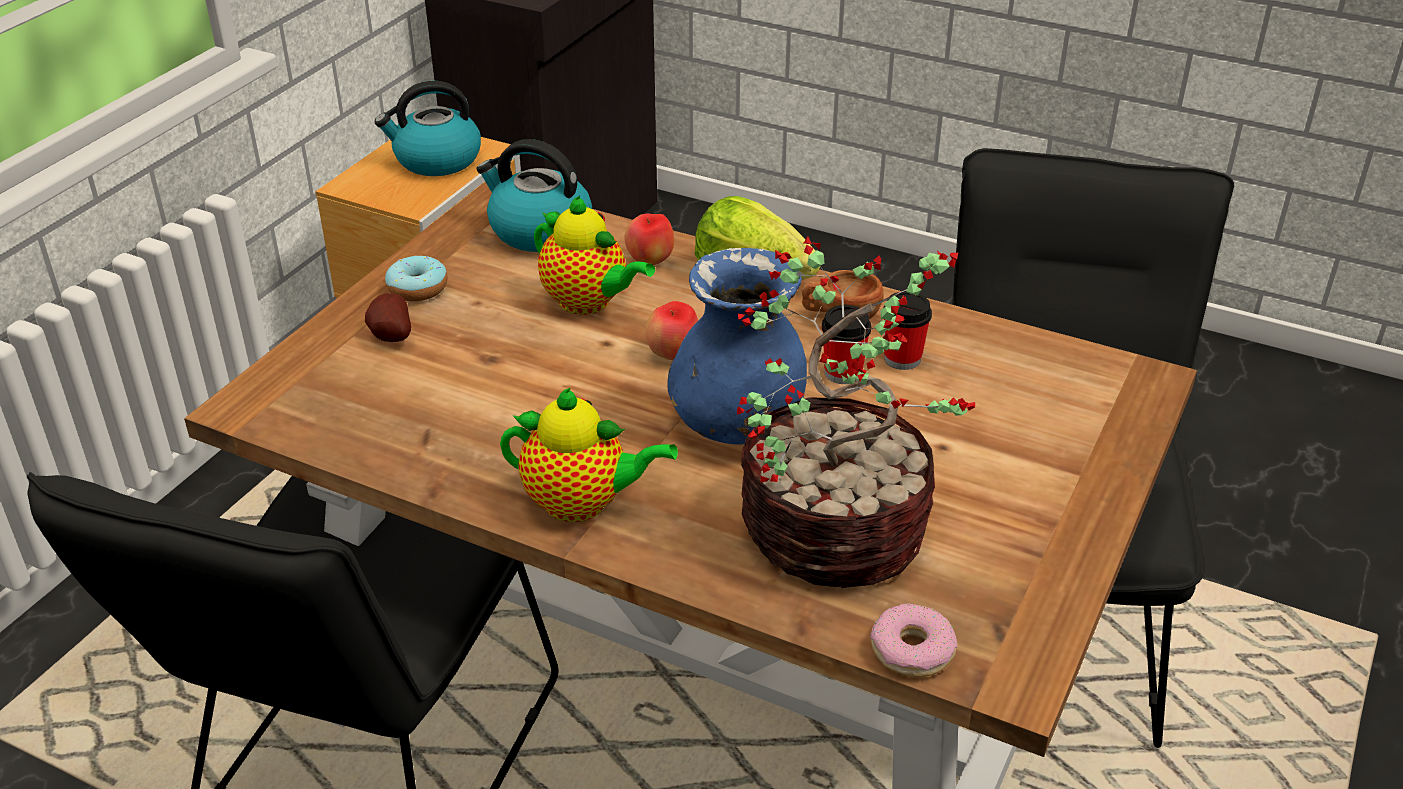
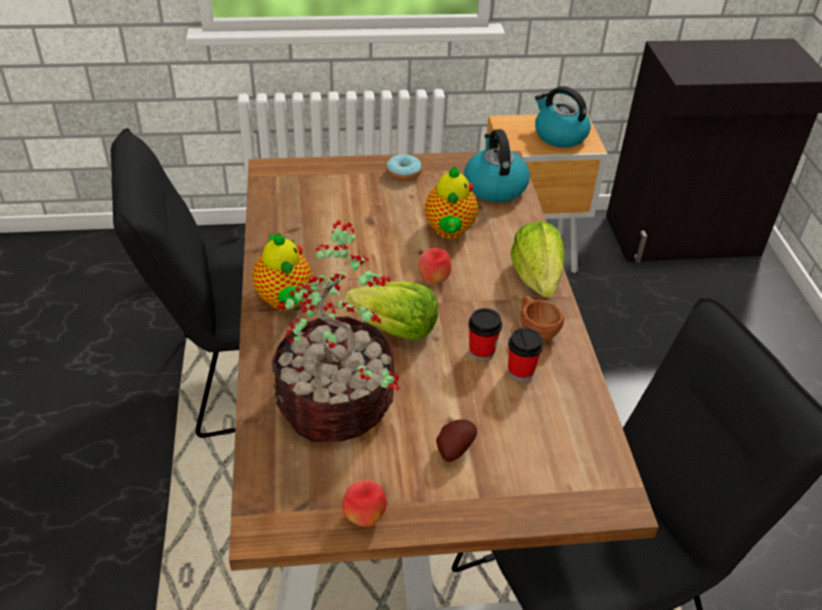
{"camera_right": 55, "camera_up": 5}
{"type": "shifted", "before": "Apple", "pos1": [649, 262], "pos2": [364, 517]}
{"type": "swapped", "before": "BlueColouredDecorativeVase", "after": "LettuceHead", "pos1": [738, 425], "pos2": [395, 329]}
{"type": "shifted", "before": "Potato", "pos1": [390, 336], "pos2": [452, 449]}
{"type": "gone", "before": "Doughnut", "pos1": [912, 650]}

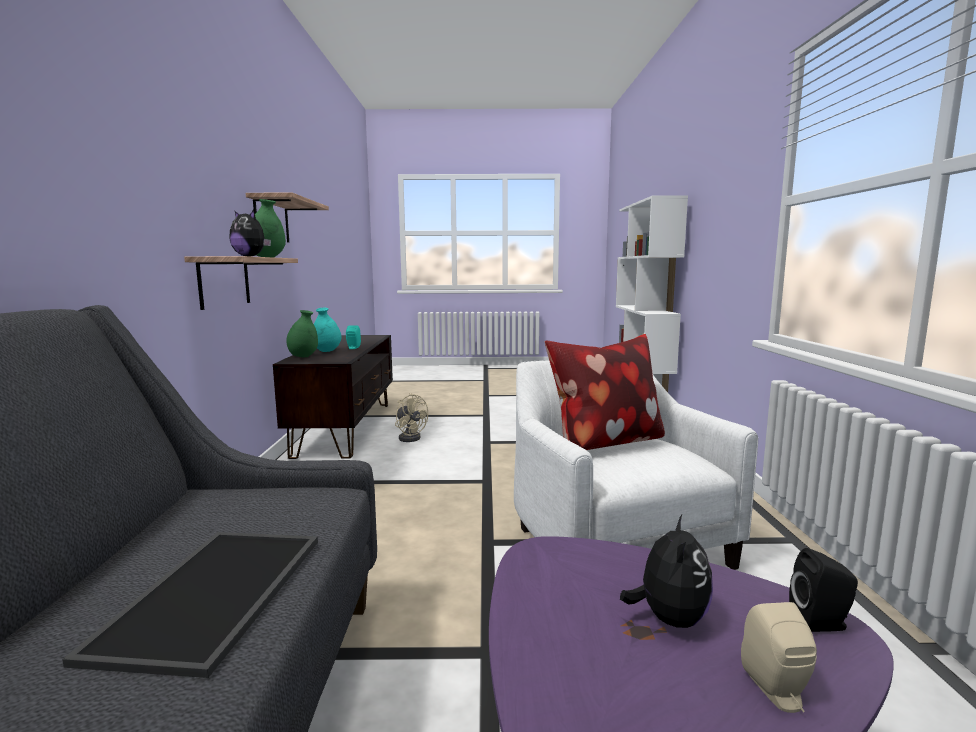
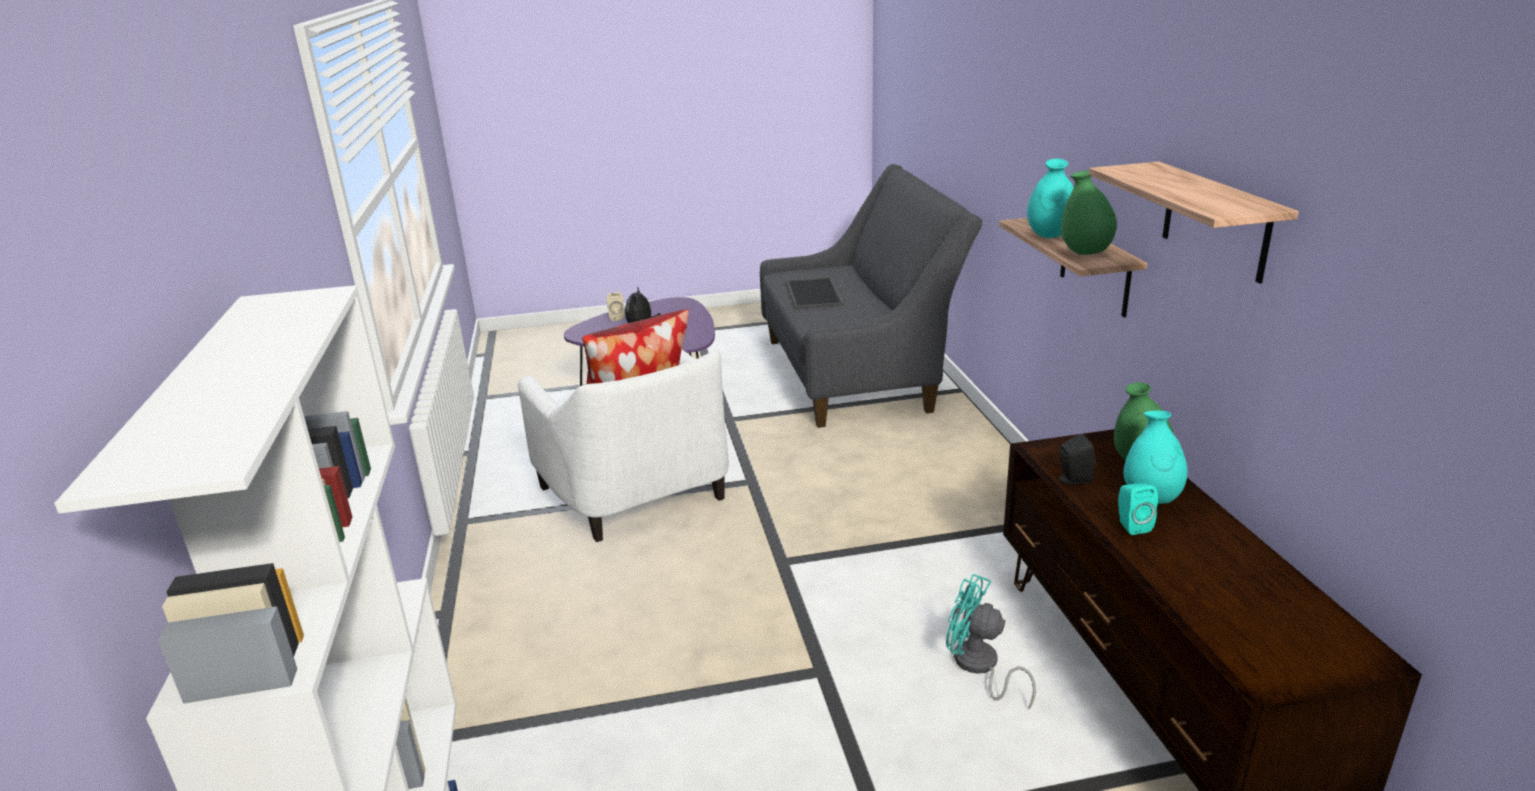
{"camera_right": 170, "camera_up": 15}
{"type": "swapped", "before": "SoftToy", "after": "BlueGreenDecorativeVase", "pos1": [250, 256], "pos2": [1050, 235]}
{"type": "repainted", "before": "SandColouredCoolingFan", "after": "BlueGreenCoolingFan", "pos1": [410, 437], "pos2": [979, 667]}
{"type": "shifted", "before": "BlackColouredLoudspeaker", "pos1": [822, 623], "pos2": [1072, 480]}

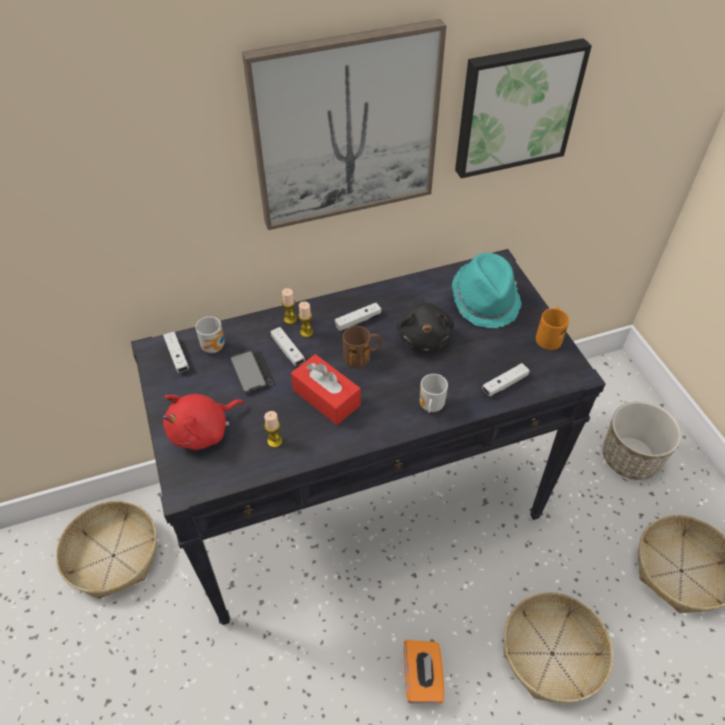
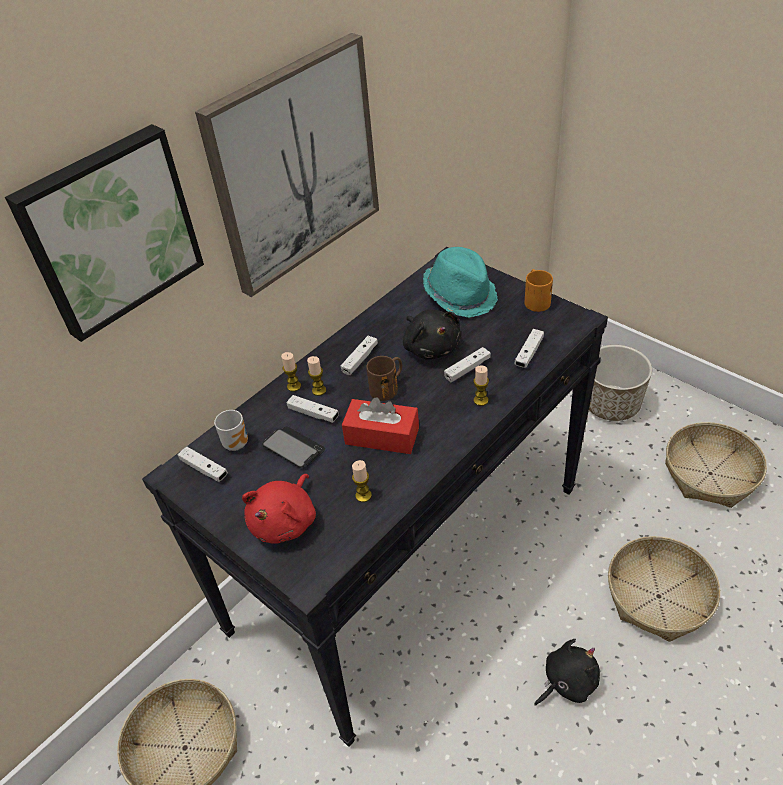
{"camera_right": -25, "camera_up": -5}
{"type": "shifted", "before": "Picture", "pos1": [516, 107], "pos2": [110, 231]}
{"type": "swapped", "before": "CoffeeMug", "after": "WaxCandle", "pos1": [429, 407], "pos2": [481, 400]}
{"type": "swapped", "before": "OrangeyTissueBox", "after": "BlackColouredSoftToy", "pos1": [422, 678], "pos2": [567, 682]}
{"type": "new", "after": "WhiteColouredGamepad", "pos2": [467, 369]}

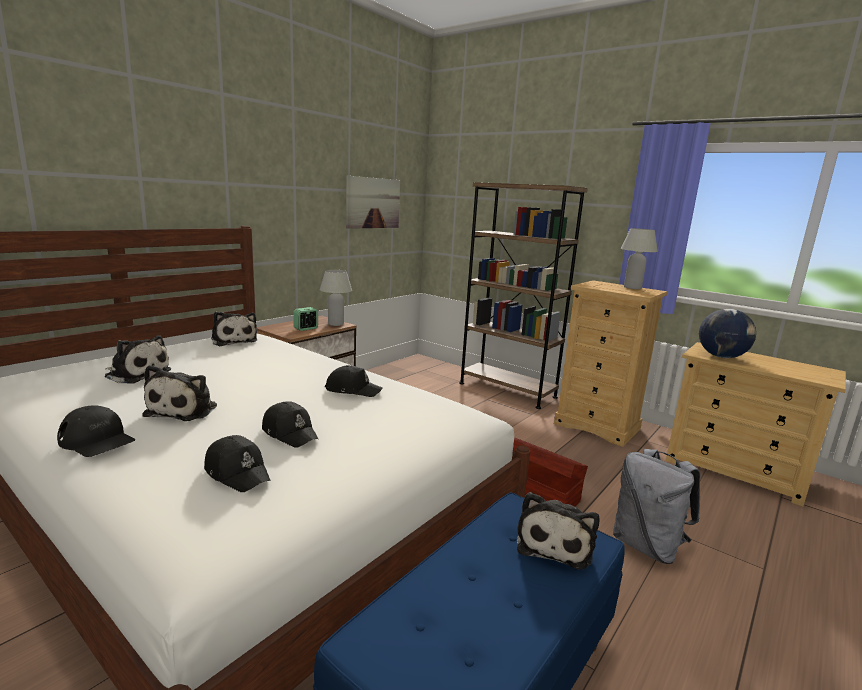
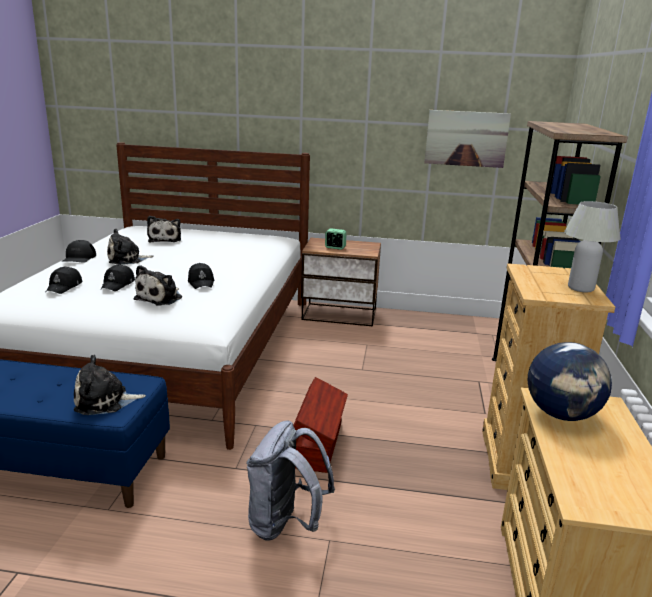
{"camera_right": 60, "camera_up": 5}
{"type": "gone", "before": "WhiteColouredLampForATable", "pos1": [335, 324]}
{"type": "shifted", "before": "SoftToy", "pos1": [233, 340], "pos2": [161, 298]}

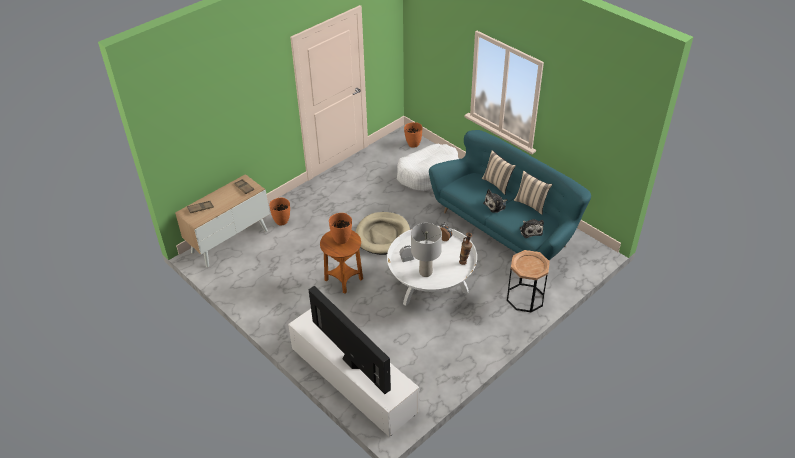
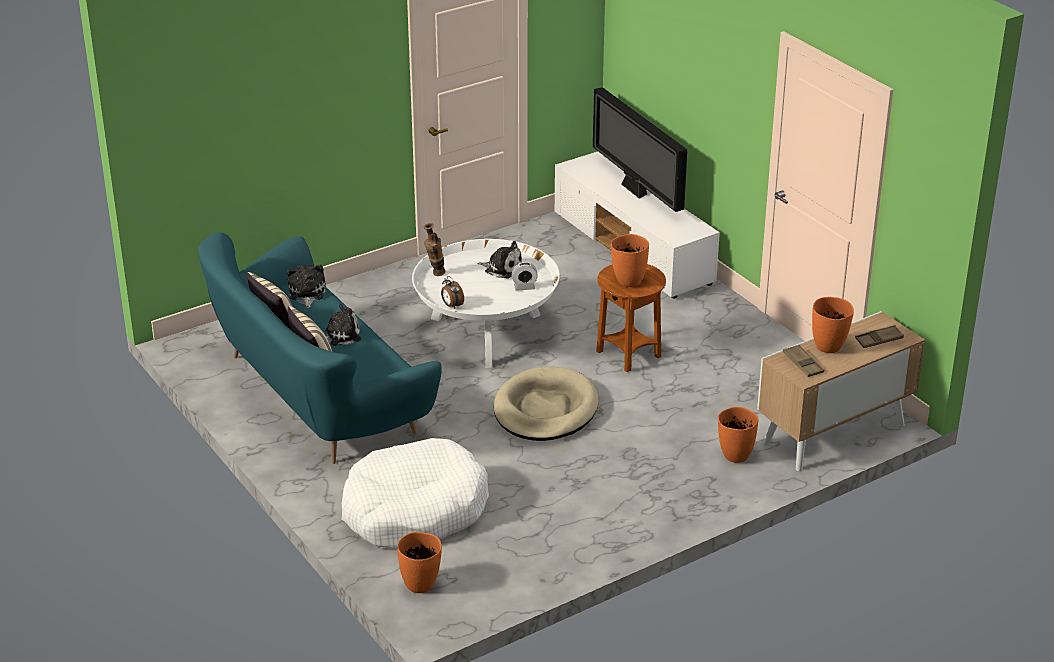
{"camera_right": -170, "camera_up": -10}
{"type": "swapped", "before": "GrayLampForATable", "after": "SoftToy", "pos1": [426, 272], "pos2": [502, 268]}
{"type": "gone", "before": "BrownishAccentTable", "pos1": [525, 298]}
{"type": "new", "after": "OrangeyDecorativeVase", "pos2": [829, 347]}

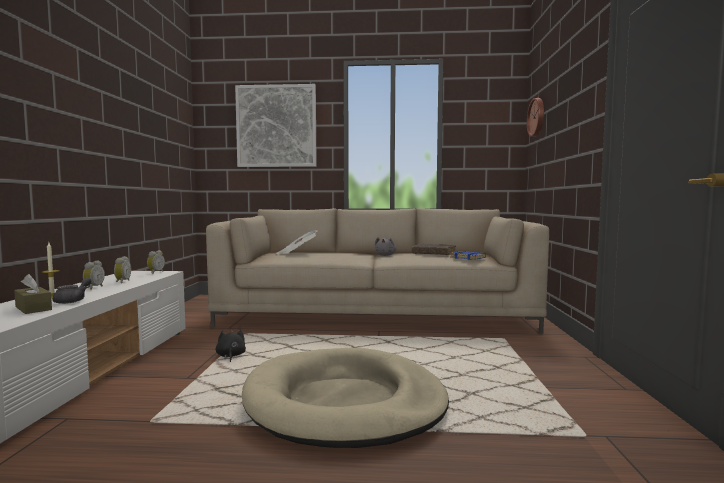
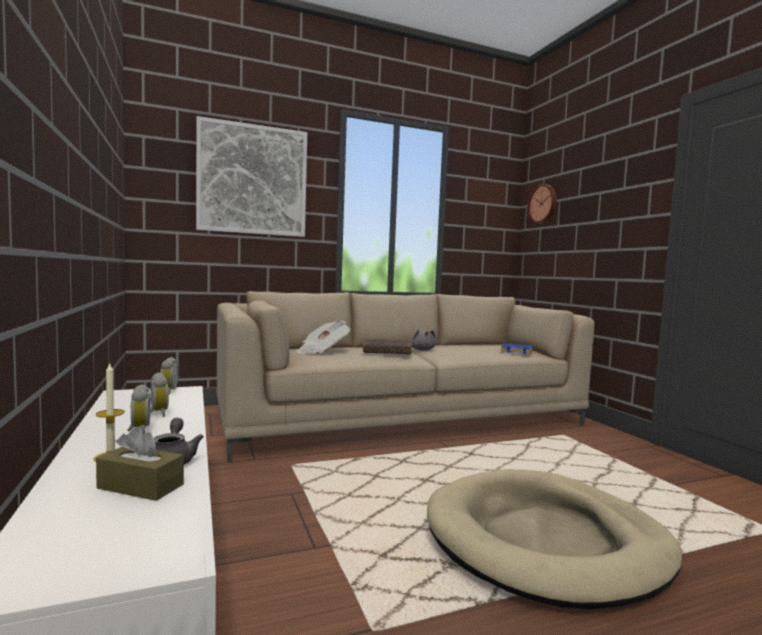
{"camera_right": -25, "camera_up": 0}
{"type": "shifted", "before": "BrownishBoundBook", "pos1": [433, 254], "pos2": [388, 353]}
{"type": "gone", "before": "BlackColouredSoftToy", "pos1": [230, 356]}

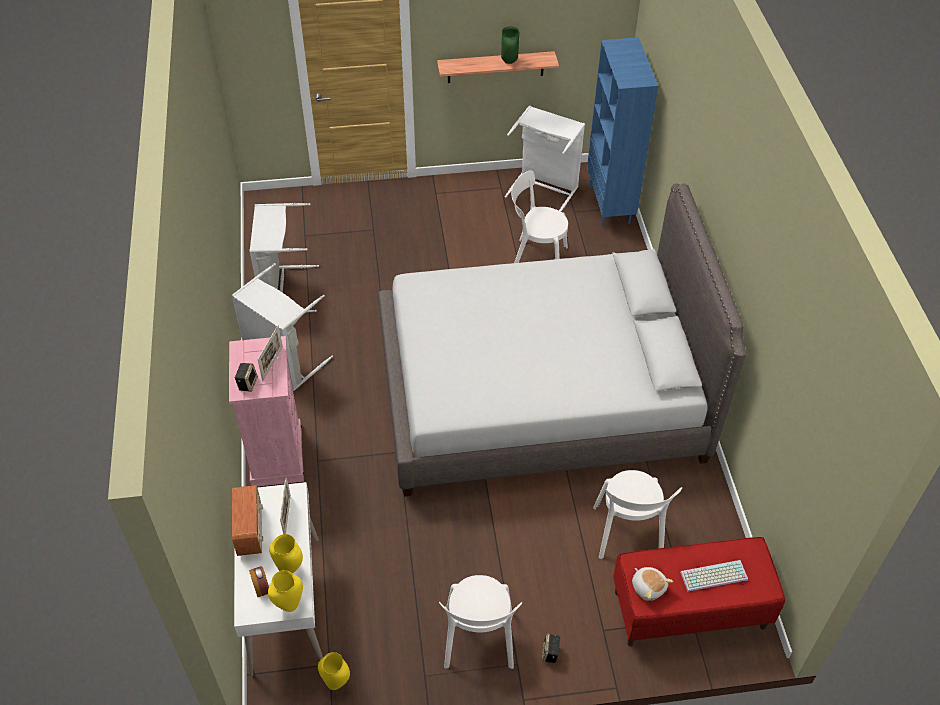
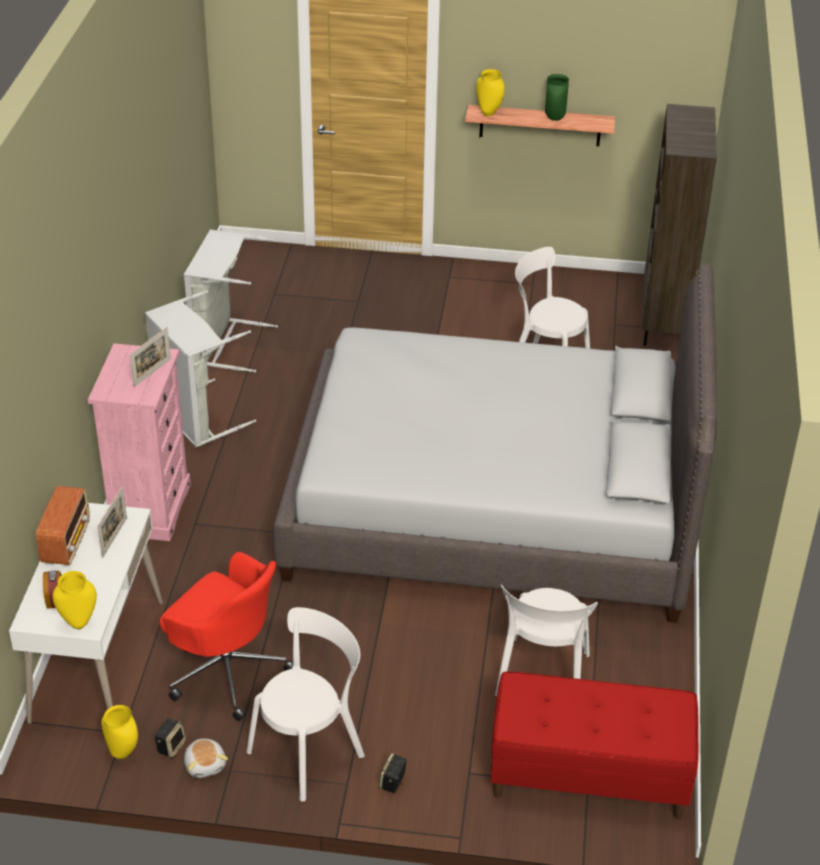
{"camera_right": 15, "camera_up": -10}
{"type": "repainted", "before": "BlueColouredBookshelf", "after": "BrownishBookshelf", "pos1": [610, 205], "pos2": [664, 325]}
{"type": "gone", "before": "WhiteColouredWashingBasket", "pos1": [544, 188]}
{"type": "shifted", "before": "Loudspeaker", "pos1": [247, 383], "pos2": [171, 746]}
{"type": "shifted", "before": "YellowColouredDecorativeVase", "pos1": [290, 568], "pos2": [489, 113]}
{"type": "gone", "before": "PcKeyboard", "pos1": [713, 577]}
{"type": "shifted", "before": "SoftToy", "pos1": [648, 587], "pos2": [205, 764]}
{"type": "rotated", "before": "WhiteColouredUprightChair", "pos1": [478, 642], "pos2": [309, 750], "turn": -150}
{"type": "new", "after": "ReddishDeskChair", "pos2": [226, 669]}

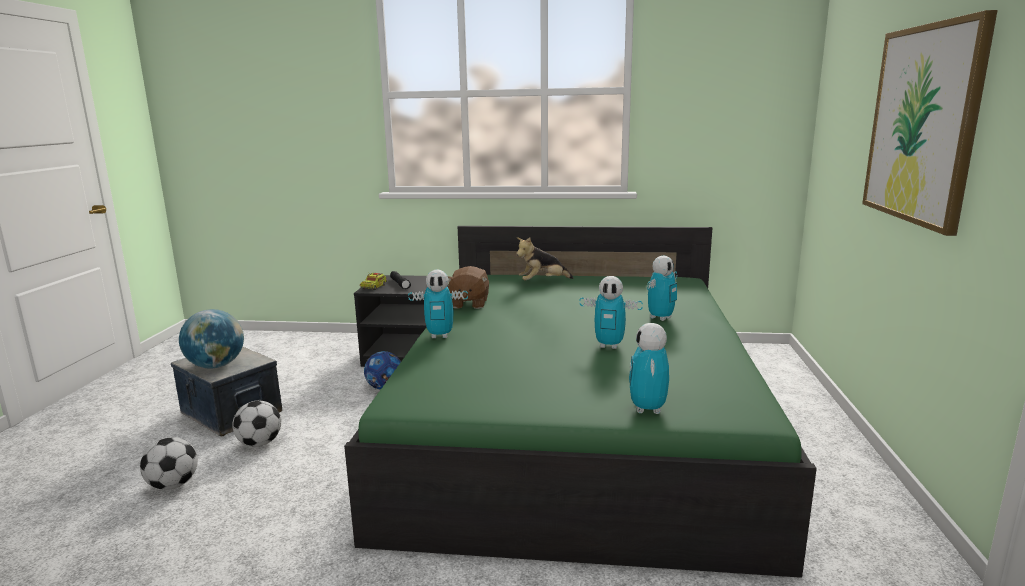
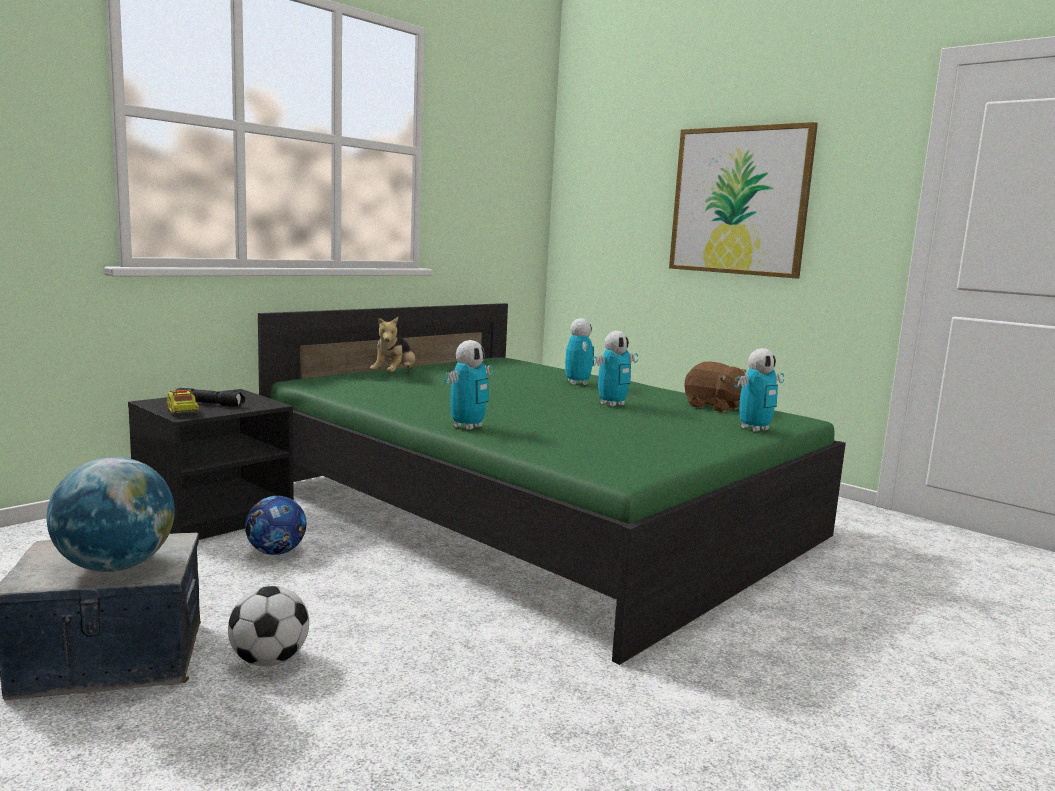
{"camera_right": -55, "camera_up": -5}
{"type": "shifted", "before": "BrownishSoftToy", "pos1": [469, 304], "pos2": [714, 407]}
{"type": "rotated", "before": "ToyRobot", "pos1": [647, 409], "pos2": [754, 429], "turn": -75}
{"type": "gone", "before": "FootballBall", "pos1": [173, 485]}

